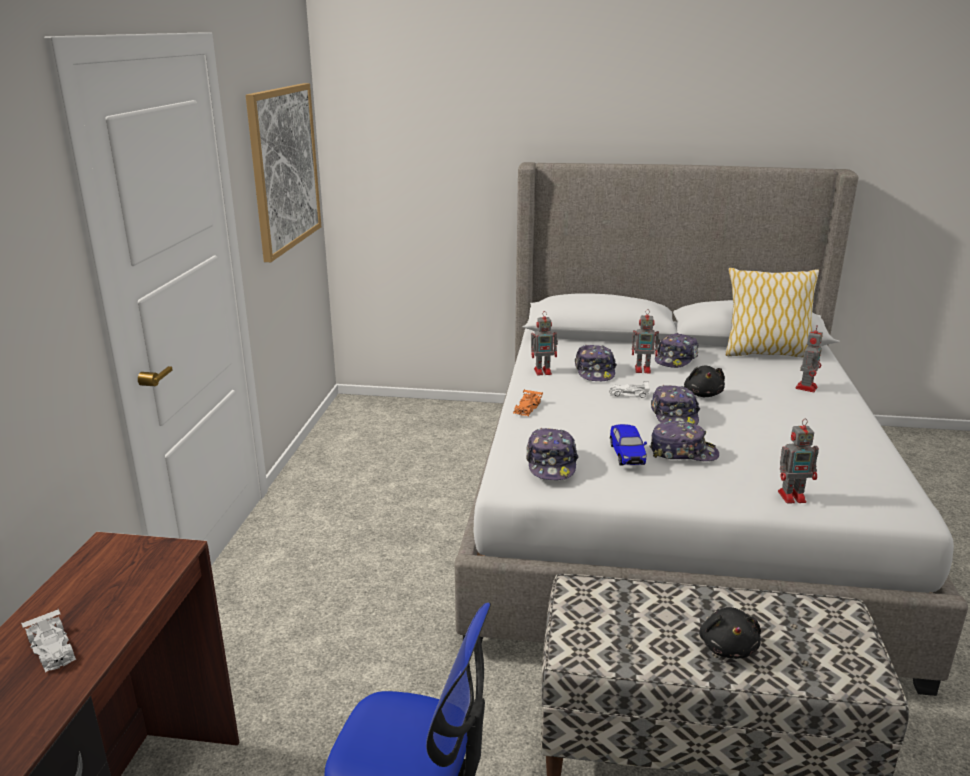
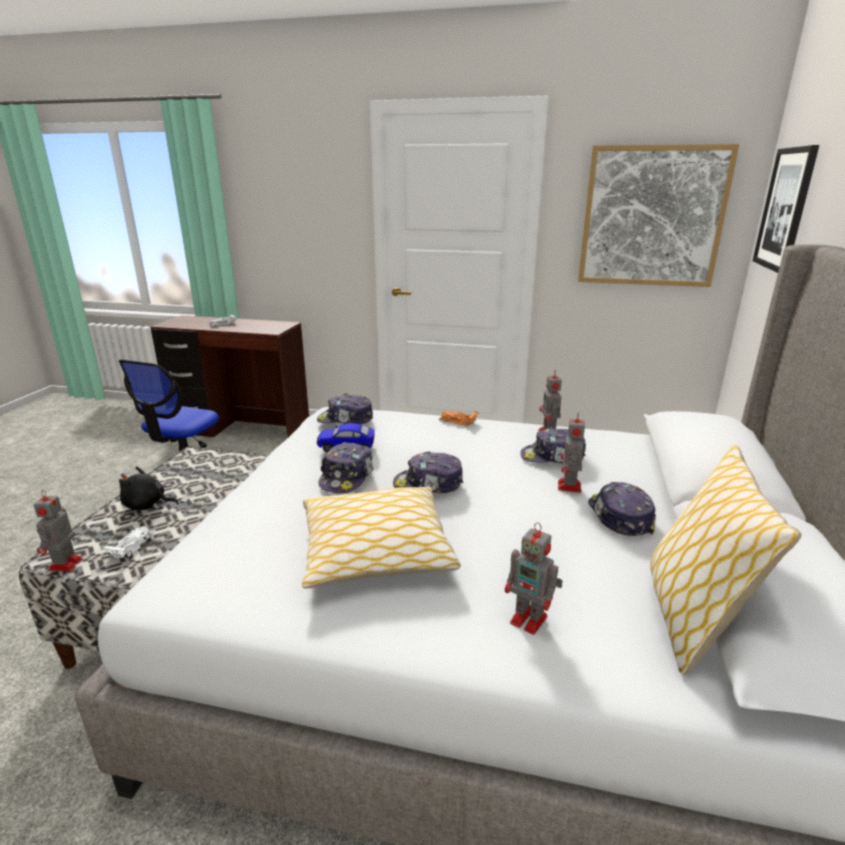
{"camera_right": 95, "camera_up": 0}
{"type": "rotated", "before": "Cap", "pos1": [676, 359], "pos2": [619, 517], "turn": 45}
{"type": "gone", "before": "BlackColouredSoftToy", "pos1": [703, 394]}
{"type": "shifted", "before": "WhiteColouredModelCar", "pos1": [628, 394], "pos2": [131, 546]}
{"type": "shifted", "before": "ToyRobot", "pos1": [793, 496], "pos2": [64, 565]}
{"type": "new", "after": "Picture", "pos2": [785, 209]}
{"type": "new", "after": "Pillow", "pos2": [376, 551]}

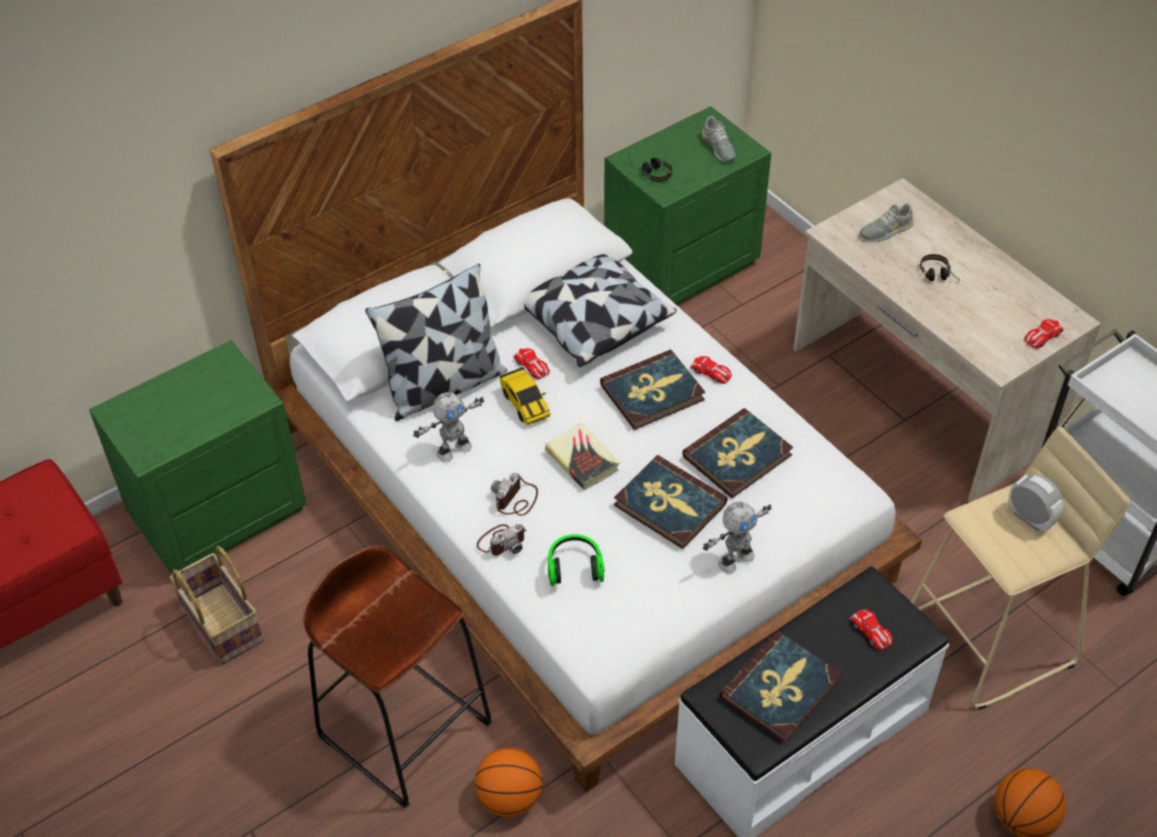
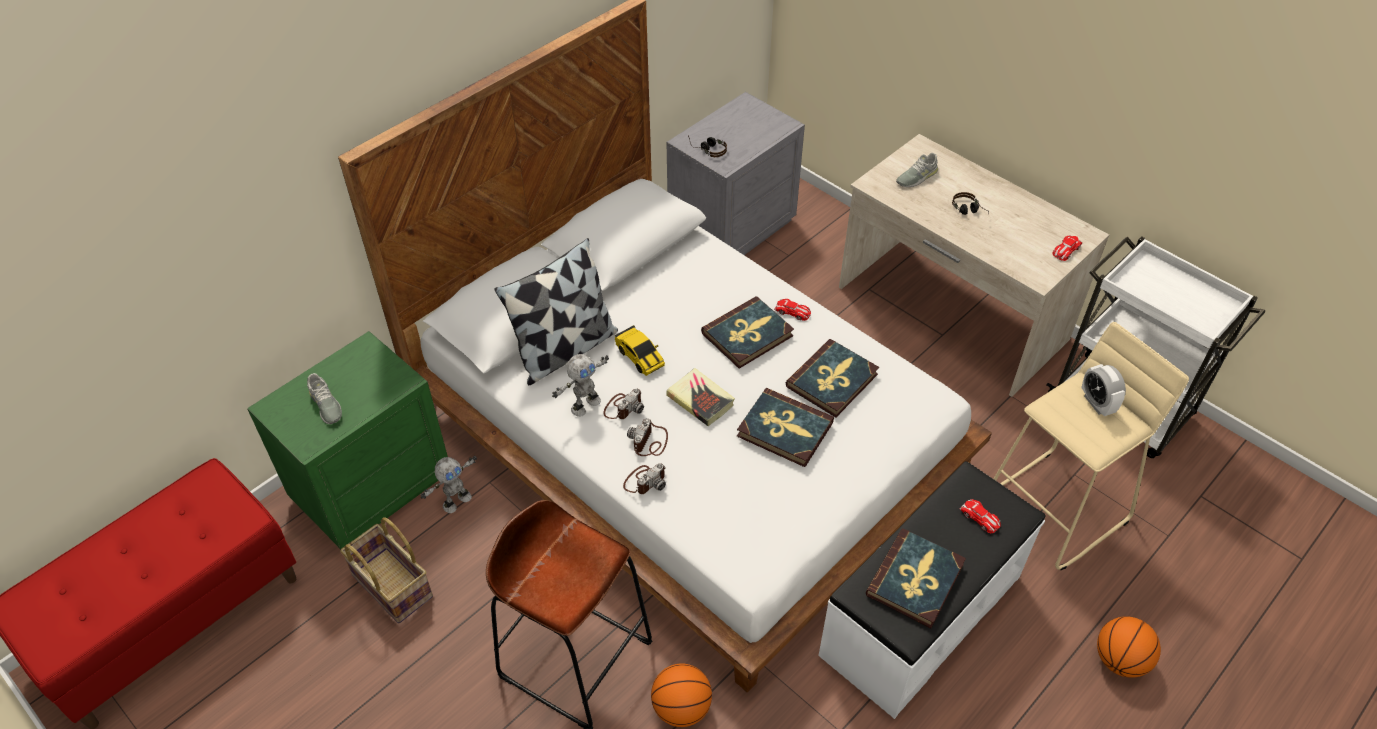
{"camera_right": -10, "camera_up": 0}
{"type": "repainted", "before": "GreenishBedsideTable", "after": "GrayBedsideTable", "pos1": [680, 265], "pos2": [731, 228]}
{"type": "shifted", "before": "GrayShoe", "pos1": [718, 147], "pos2": [325, 404]}
{"type": "gone", "before": "Pillow", "pos1": [591, 321]}
{"type": "gone", "before": "ModelCar", "pos1": [532, 366]}
{"type": "rotated", "before": "BedsideClock", "pos1": [1029, 518], "pos2": [1097, 403], "turn": -150}
{"type": "shifted", "before": "ToyRobot", "pos1": [735, 559], "pos2": [456, 501]}
{"type": "gone", "before": "Headset", "pos1": [574, 567]}
{"type": "new", "after": "PhotoCamera", "pos2": [623, 407]}

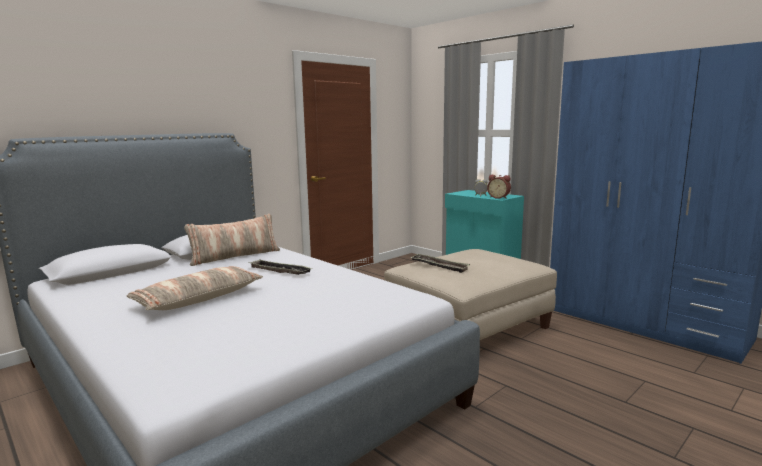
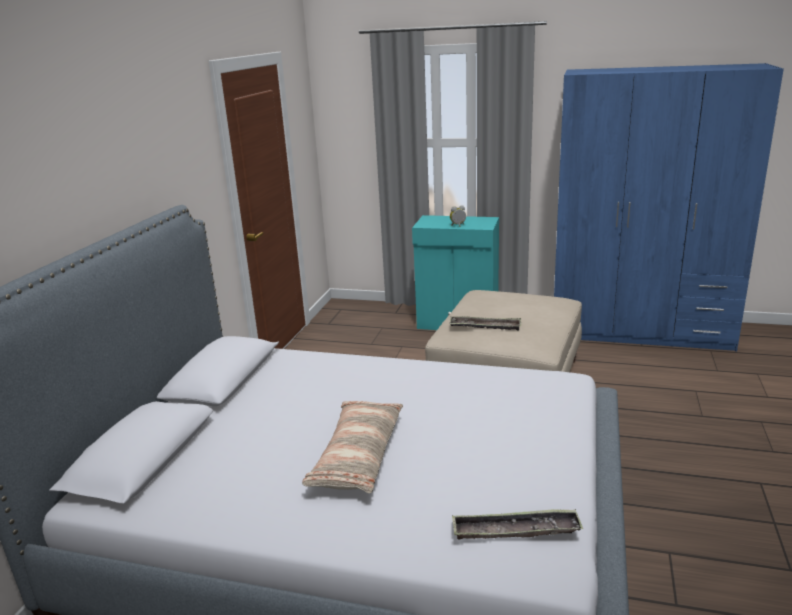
{"camera_right": -30, "camera_up": 10}
{"type": "gone", "before": "BedsideClock", "pos1": [499, 197]}
{"type": "gone", "before": "Pillow", "pos1": [235, 256]}
{"type": "shifted", "before": "CarryingTray", "pos1": [280, 271], "pos2": [515, 530]}

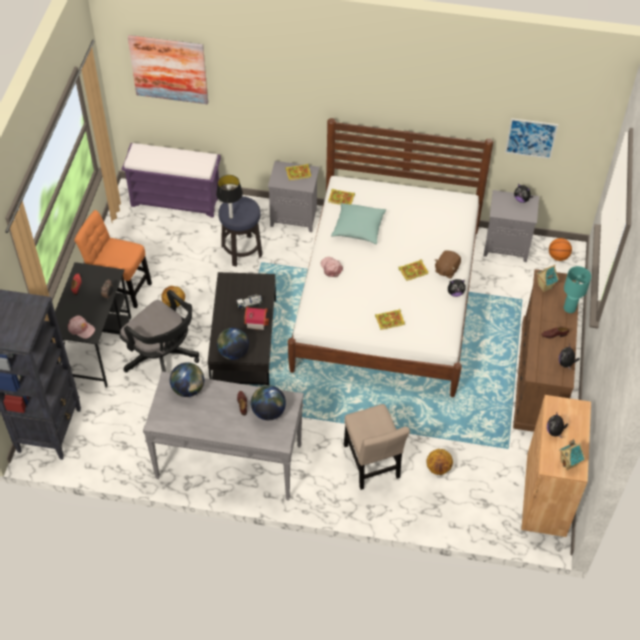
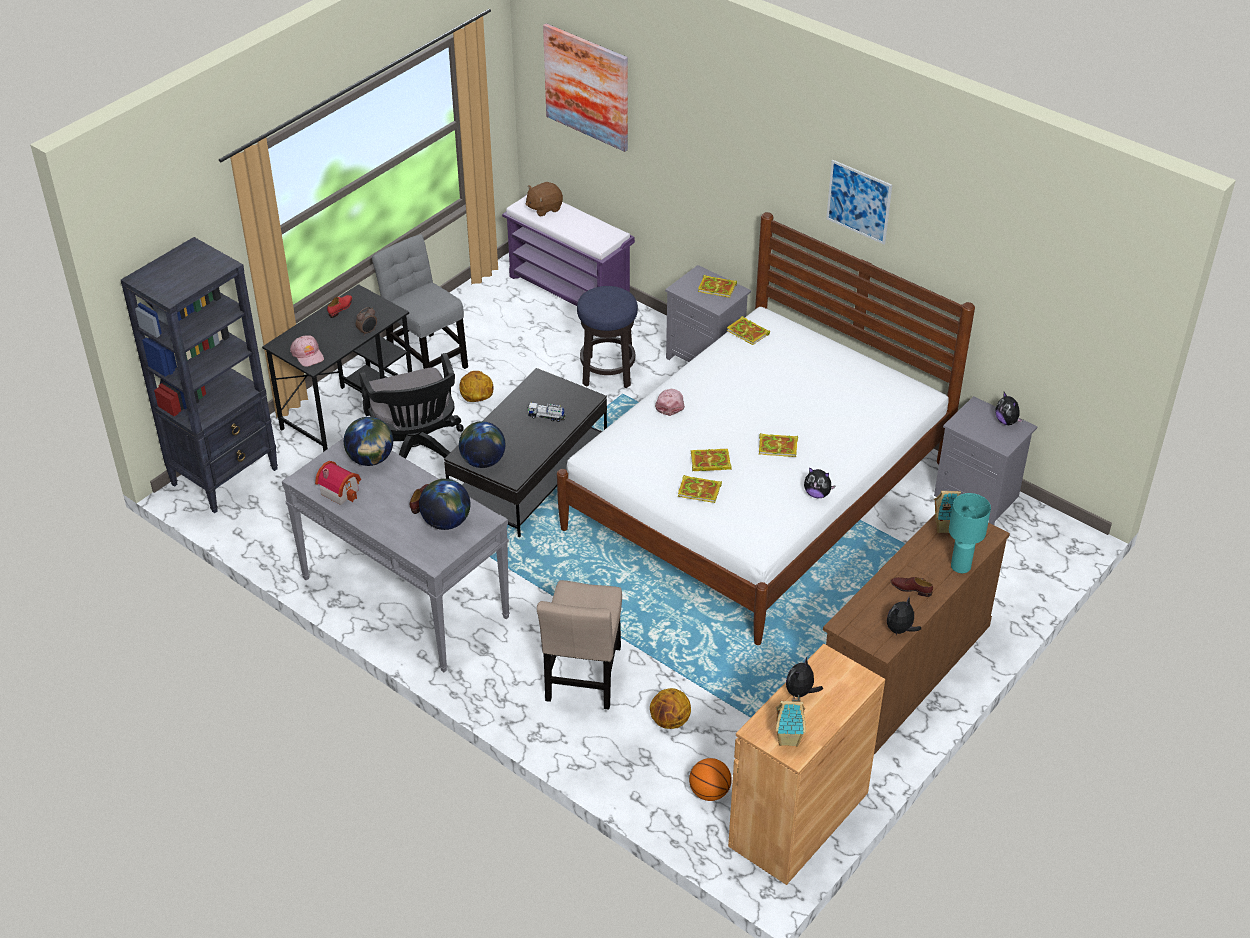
{"camera_right": 30, "camera_up": -10}
{"type": "shifted", "before": "Picture", "pos1": [531, 138], "pos2": [859, 201]}
{"type": "gone", "before": "LampForATable", "pos1": [231, 217]}
{"type": "gone", "before": "BlueGreenPillow", "pos1": [358, 228]}
{"type": "repainted", "before": "OrangeyUprightChair", "after": "GrayUprightChair", "pos1": [119, 287], "pos2": [426, 357]}
{"type": "shifted", "before": "Basketball", "pos1": [558, 256], "pos2": [709, 792]}
{"type": "shifted", "before": "BrownishSoftToy", "pos1": [446, 270], "pos2": [544, 208]}
{"type": "shifted", "before": "ToyHouse", "pos1": [256, 321], "pos2": [340, 490]}
{"type": "new", "after": "BoundBook", "pos2": [709, 462]}

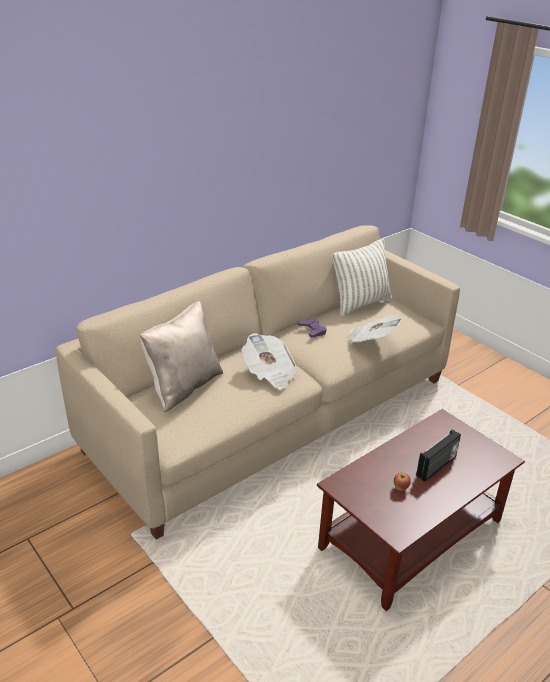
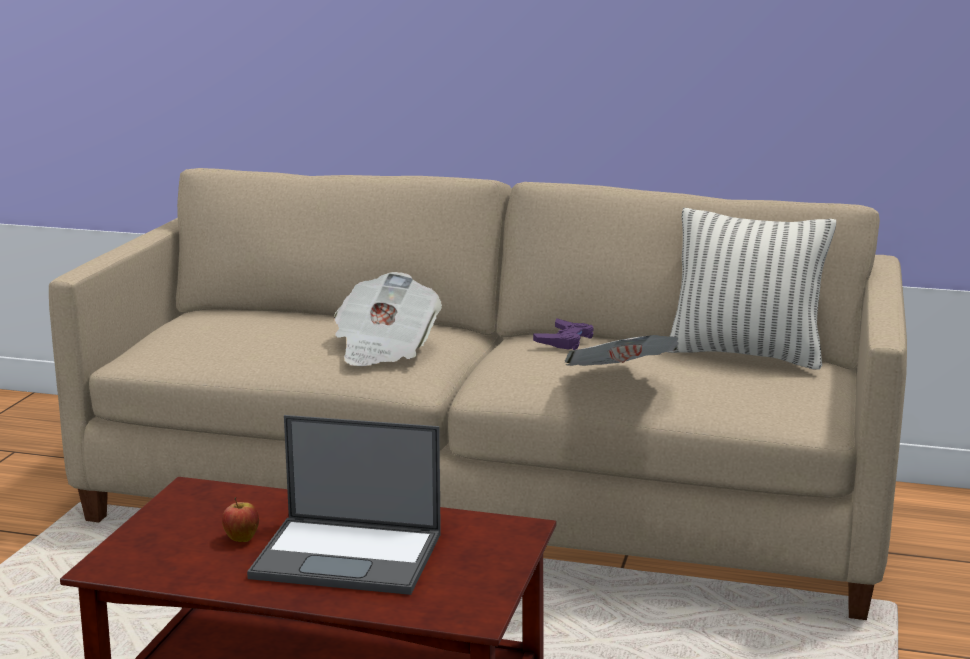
{"camera_right": 55, "camera_up": -15}
{"type": "gone", "before": "SandColouredPillow", "pos1": [183, 386]}
{"type": "swapped", "before": "Radio", "after": "NotebookComputer", "pos1": [437, 466], "pos2": [350, 556]}

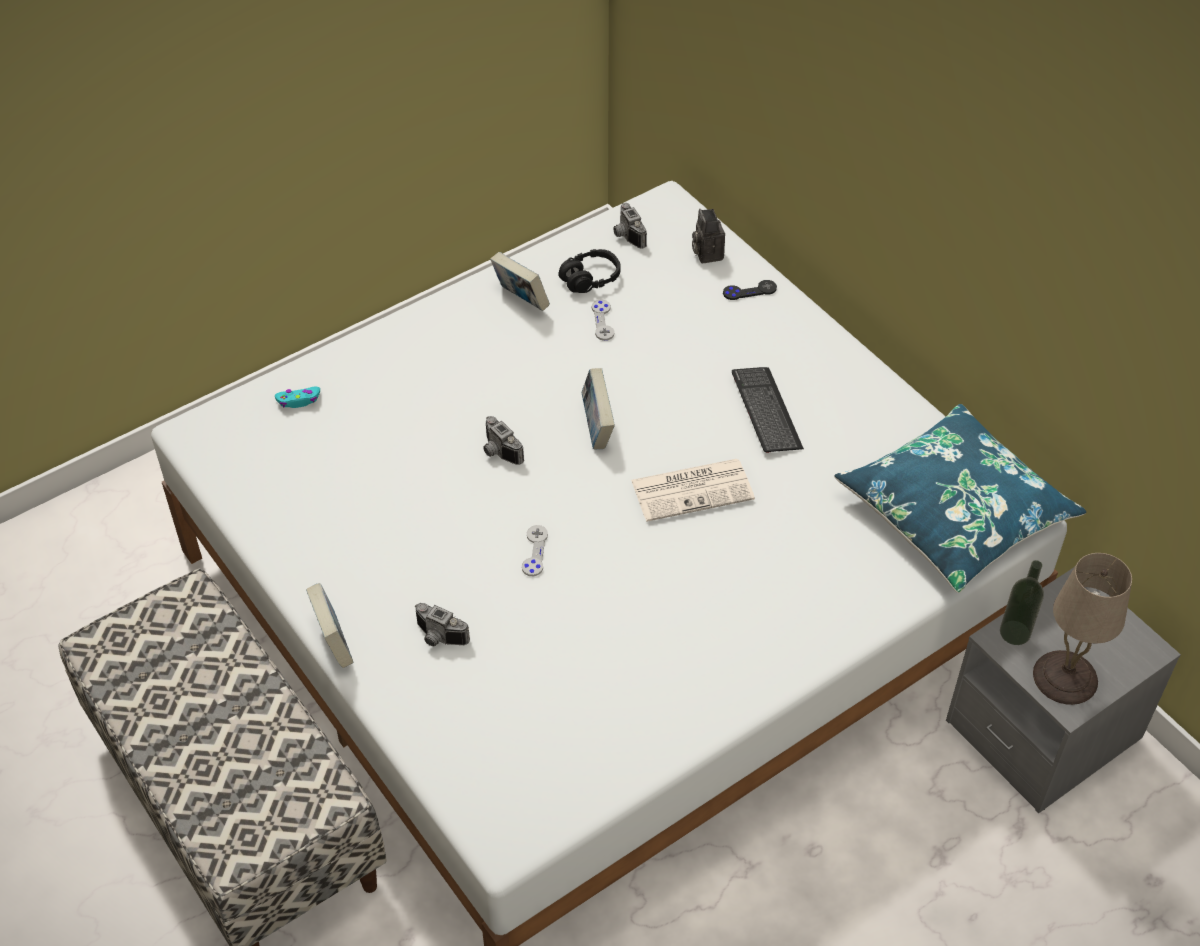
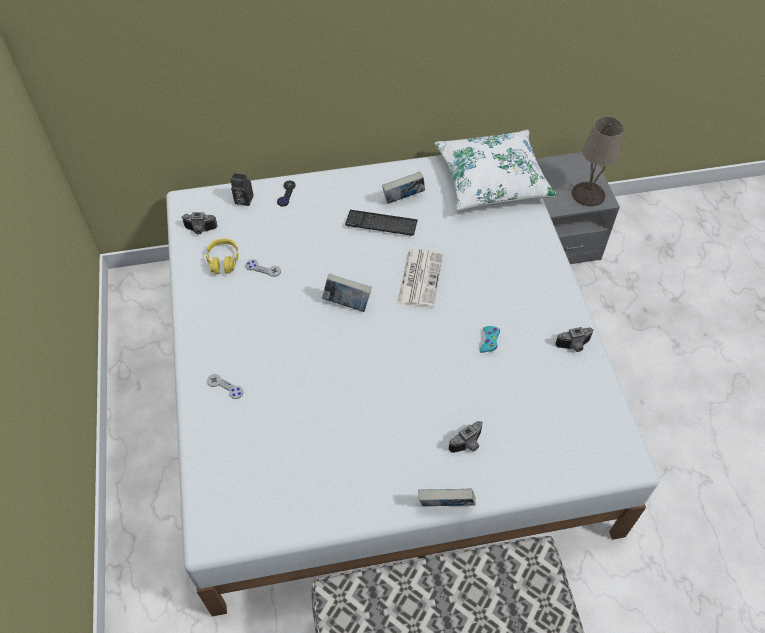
{"camera_right": -65, "camera_up": 5}
{"type": "repainted", "before": "BlackColouredHeadset", "after": "YellowColouredHeadset", "pos1": [590, 279], "pos2": [223, 261]}
{"type": "shifted", "before": "BoundBook", "pos1": [521, 300], "pos2": [403, 199]}
{"type": "shifted", "before": "BlueGreenGamepad", "pos1": [299, 400], "pos2": [489, 341]}
{"type": "repainted", "before": "BlueColouredPillow", "after": "WhiteColouredPillow", "pos1": [954, 511], "pos2": [492, 180]}
{"type": "shifted", "before": "PhotoCamera", "pos1": [498, 452], "pos2": [574, 346]}
{"type": "shifted", "before": "GrayGamepad", "pos1": [534, 551], "pos2": [225, 387]}
{"type": "gone", "before": "DrinkBottle", "pos1": [1015, 632]}

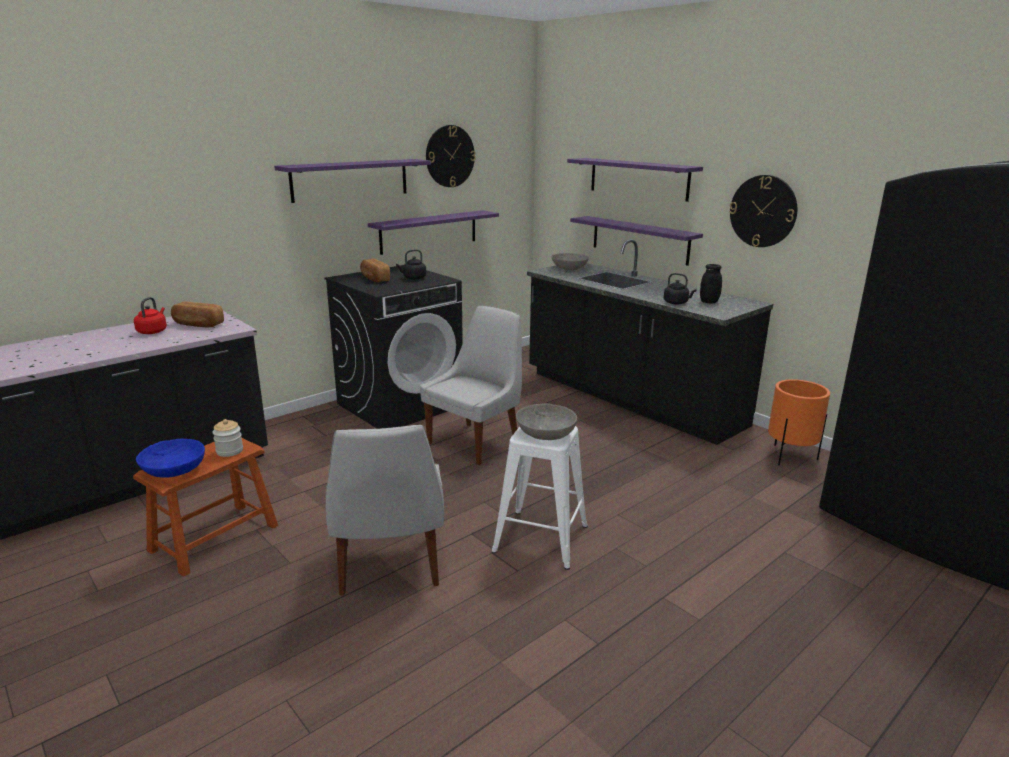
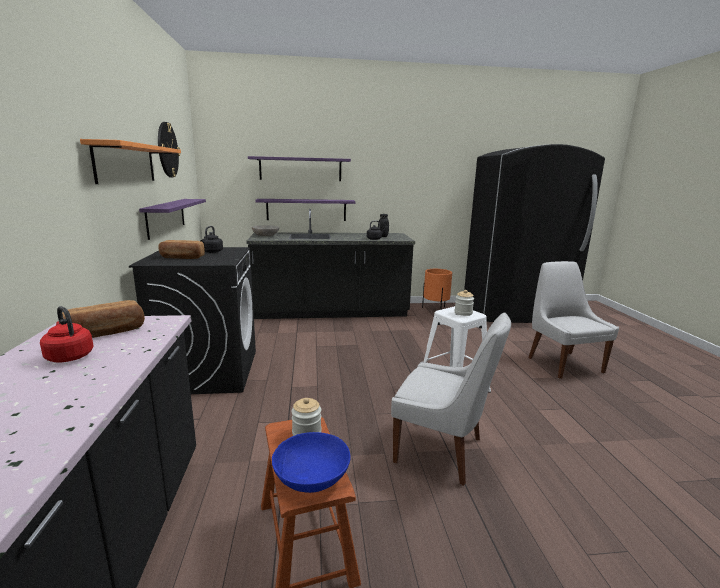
{"camera_right": -55, "camera_up": -5}
{"type": "repainted", "before": "PurplishWallShelf", "after": "OrangeyWallShelf", "pos1": [350, 180], "pos2": [126, 163]}
{"type": "gone", "before": "HangingClock", "pos1": [763, 211]}
{"type": "shifted", "before": "WhiteColouredUprightChair", "pos1": [476, 442], "pos2": [563, 364]}
{"type": "swapped", "before": "GrayDeepDish", "after": "PreserveJar", "pos1": [545, 434], "pos2": [463, 313]}

